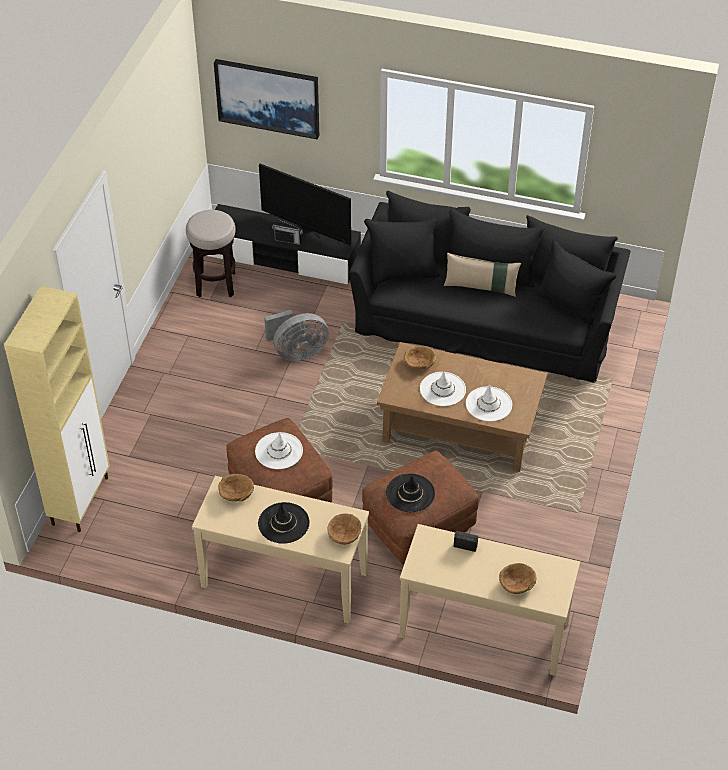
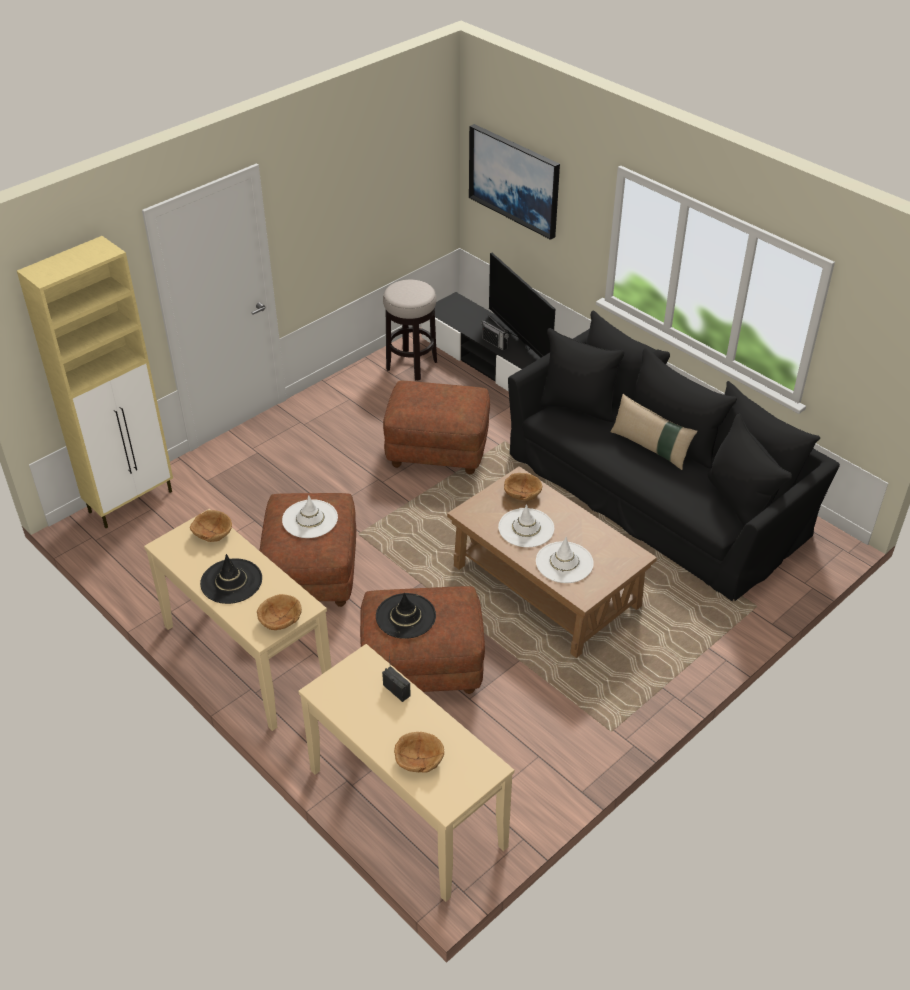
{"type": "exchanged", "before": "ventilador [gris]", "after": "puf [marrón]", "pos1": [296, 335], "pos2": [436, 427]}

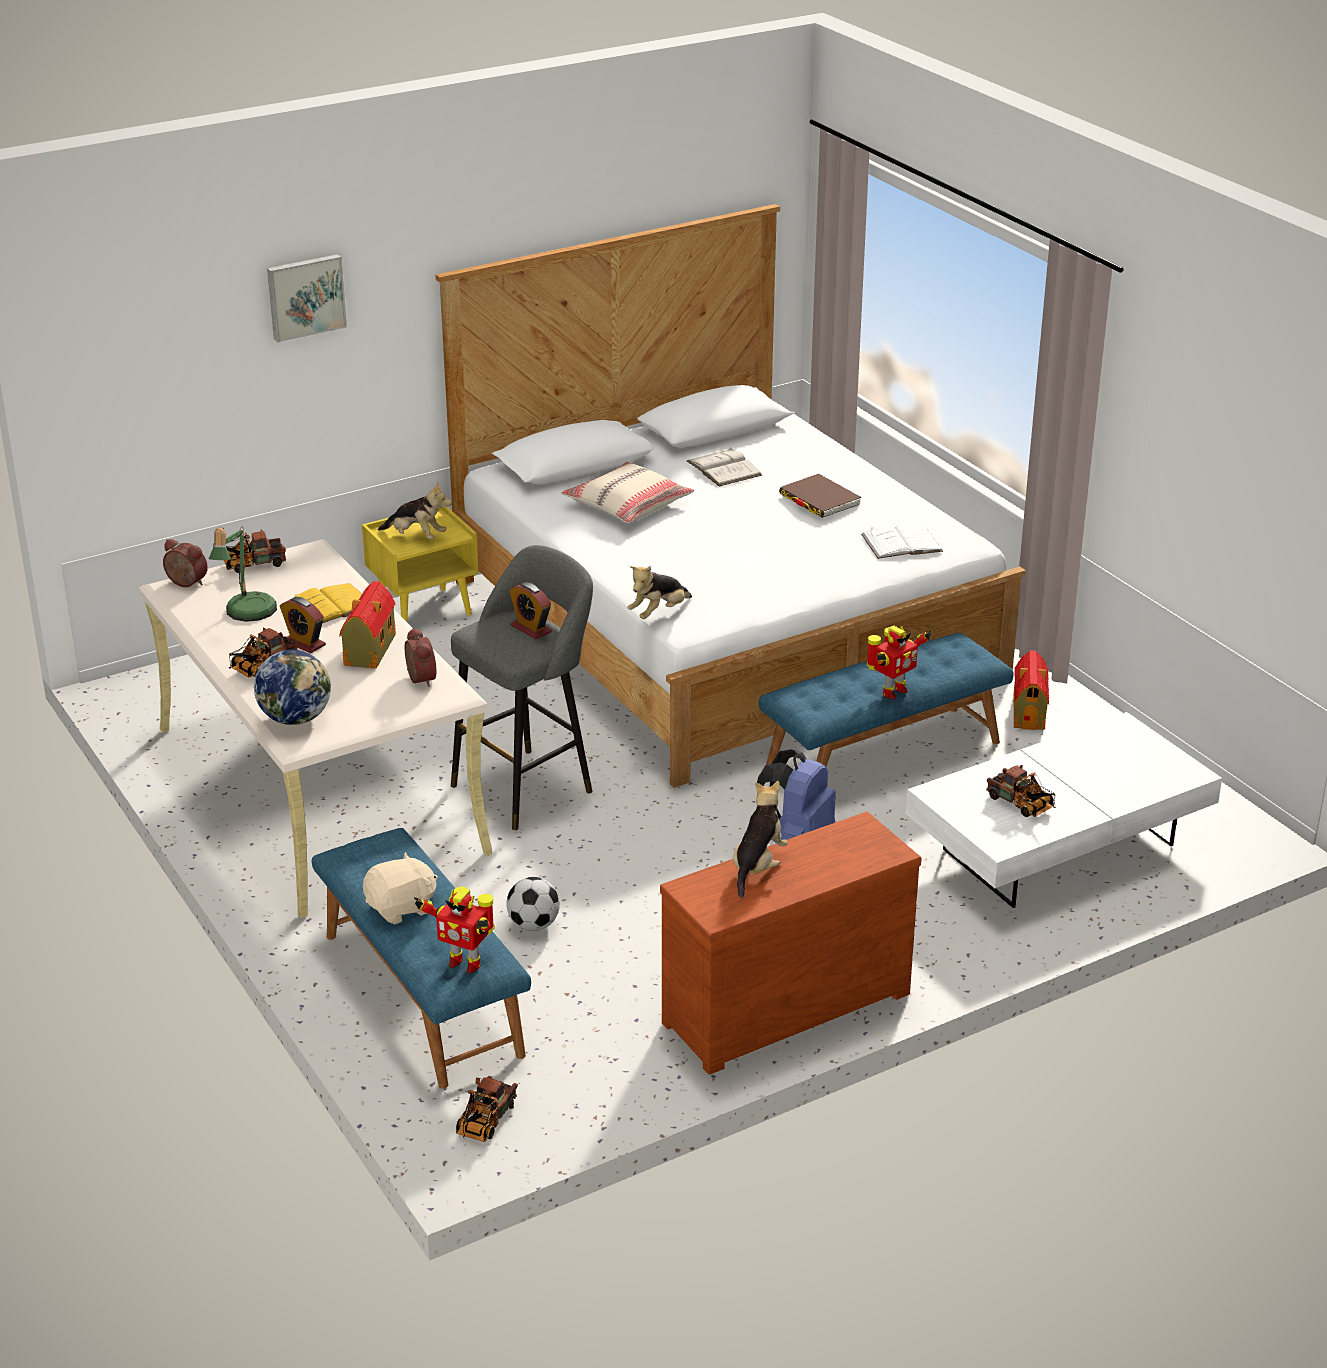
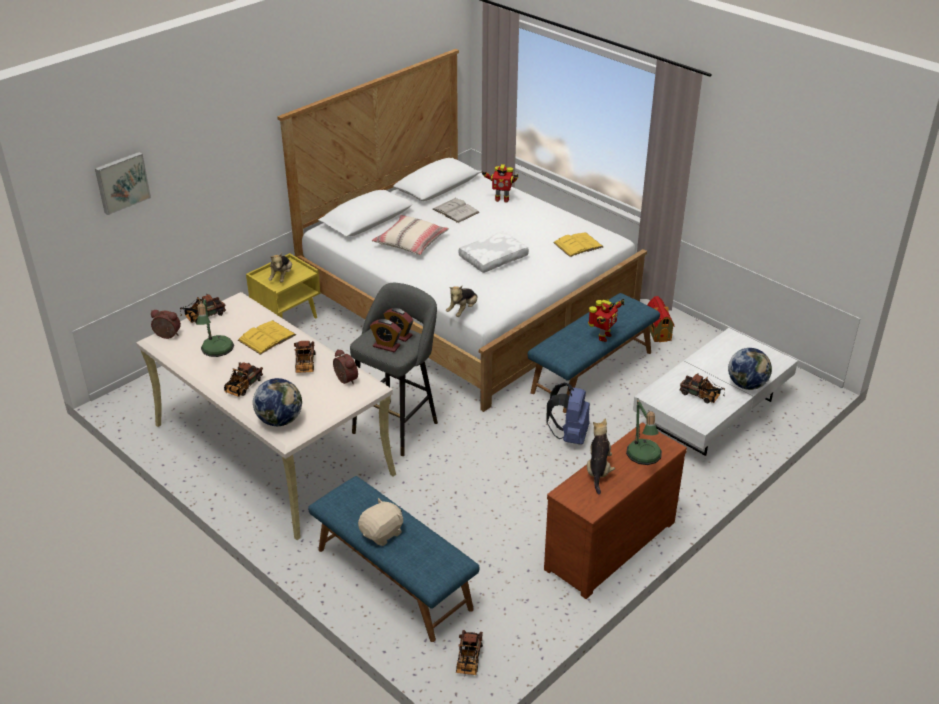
{"type": "relocated", "before": "cuadro", "pos1": [307, 298], "pos2": [123, 183]}
{"type": "relocated", "before": "despertador", "pos1": [303, 625], "pos2": [385, 335]}
{"type": "exchanged", "before": "casita", "after": "camión de juguete", "pos1": [367, 625], "pos2": [305, 357]}
{"type": "spun", "before": "peluche", "pos1": [415, 510], "pos2": [280, 268], "turn": 90}
{"type": "relocated", "before": "robot de juguete", "pos1": [454, 929], "pos2": [499, 183]}
{"type": "missing", "before": "balón de fútbol", "pos1": [533, 904]}
{"type": "missing", "before": "libro [marrón]", "pos1": [820, 496]}
{"type": "colour", "before": "libro [blanco]", "after": "libro [amarillo]", "pos1": [902, 541], "pos2": [578, 244]}
{"type": "appeared", "after": "cojín [blanco]", "pos2": [493, 252]}
{"type": "appeared", "after": "lámpara de mesa", "pos2": [644, 432]}
{"type": "appeared", "after": "globo terráqueo", "pos2": [750, 369]}

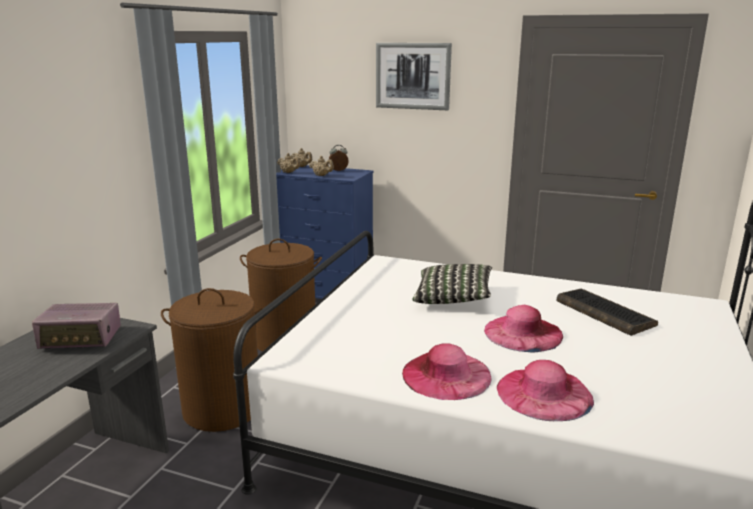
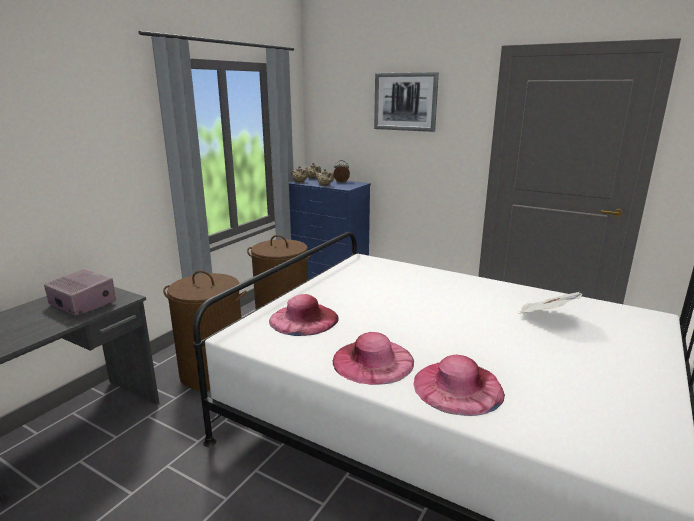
{"type": "spun", "before": "radio", "pos1": [76, 326], "pos2": [80, 292], "turn": -150}
{"type": "missing", "before": "cojín", "pos1": [452, 284]}
{"type": "relocated", "before": "sombrero [rosa]", "pos1": [523, 328], "pos2": [304, 315]}
{"type": "exchanged", "before": "teclado", "after": "periódico", "pos1": [607, 312], "pos2": [550, 303]}

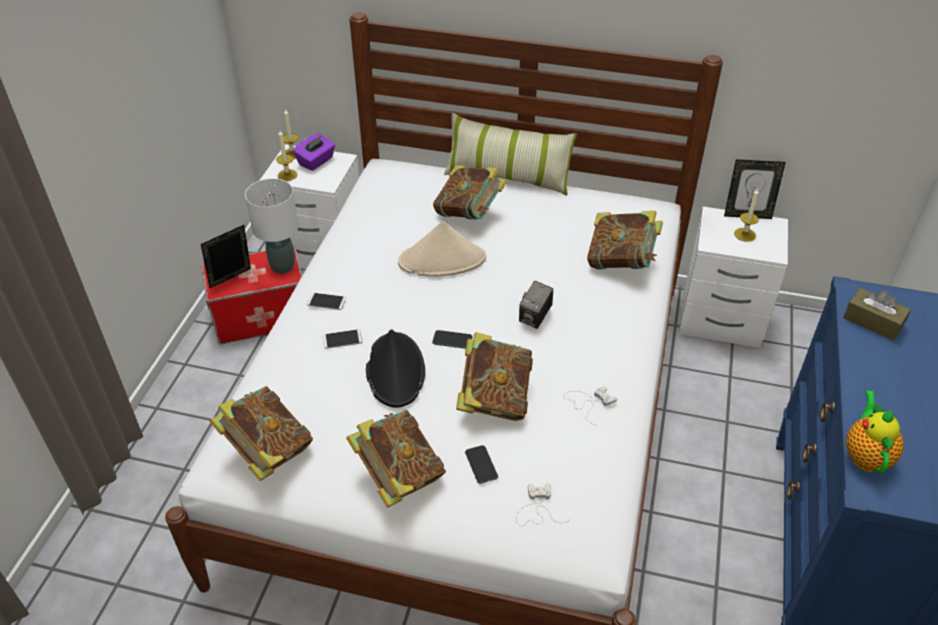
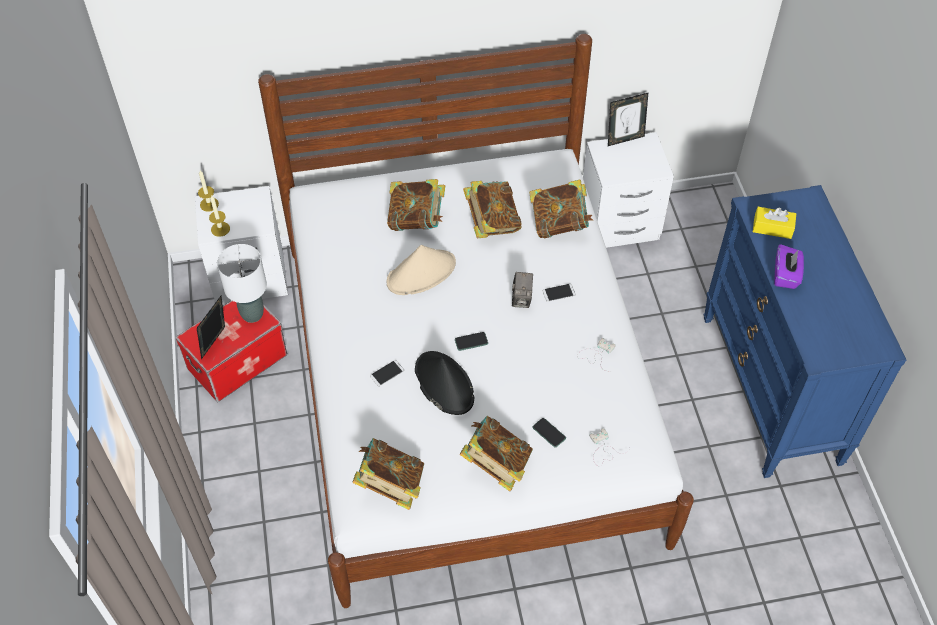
{"type": "relocated", "before": "caja de pañuelos [morado]", "pos1": [314, 152], "pos2": [789, 266]}
{"type": "relocated", "before": "móvil", "pos1": [326, 301], "pos2": [559, 293]}
{"type": "missing", "before": "cojín", "pos1": [510, 154]}
{"type": "relocated", "before": "libro", "pos1": [494, 376], "pos2": [492, 209]}
{"type": "missing", "before": "vela", "pos1": [746, 215]}
{"type": "colour", "before": "caja de pañuelos [marrón]", "after": "caja de pañuelos [amarillo]", "pos1": [877, 314], "pos2": [774, 223]}
{"type": "missing", "before": "tetera", "pos1": [875, 432]}

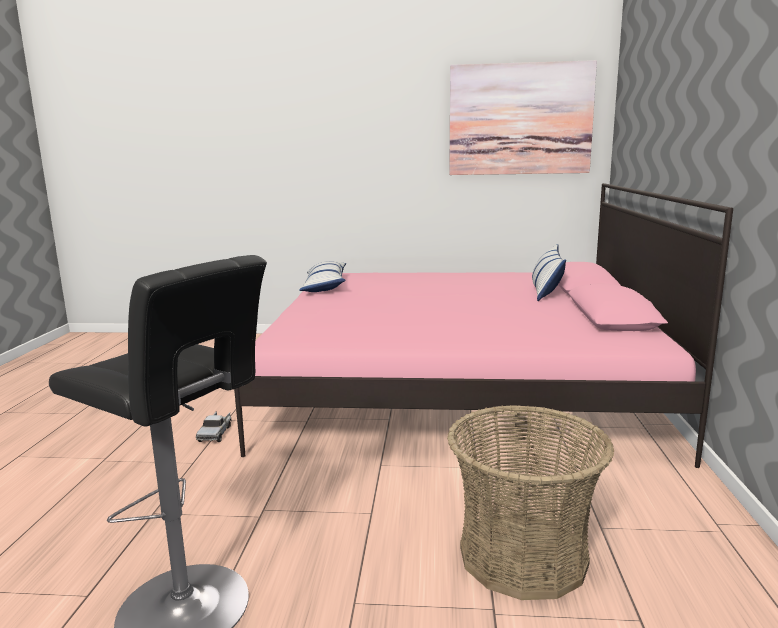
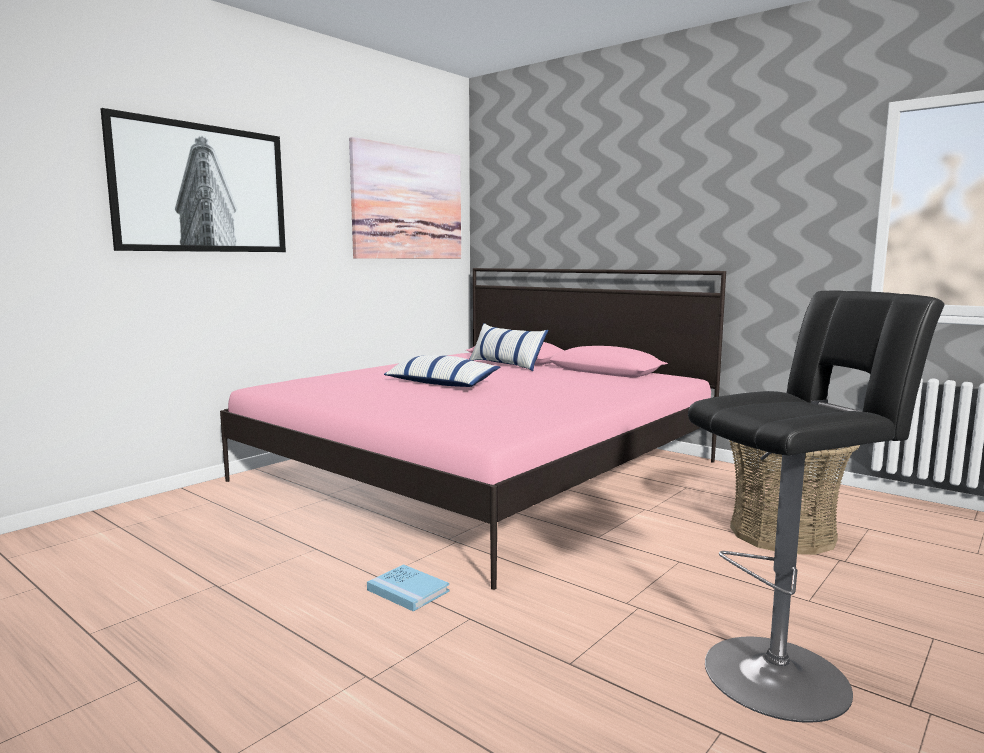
{"type": "exchanged", "before": "camión de juguete", "after": "libro [azul]", "pos1": [213, 427], "pos2": [408, 588]}
{"type": "relocated", "before": "cojín", "pos1": [322, 276], "pos2": [442, 371]}
{"type": "appeared", "after": "cuadro", "pos2": [193, 180]}

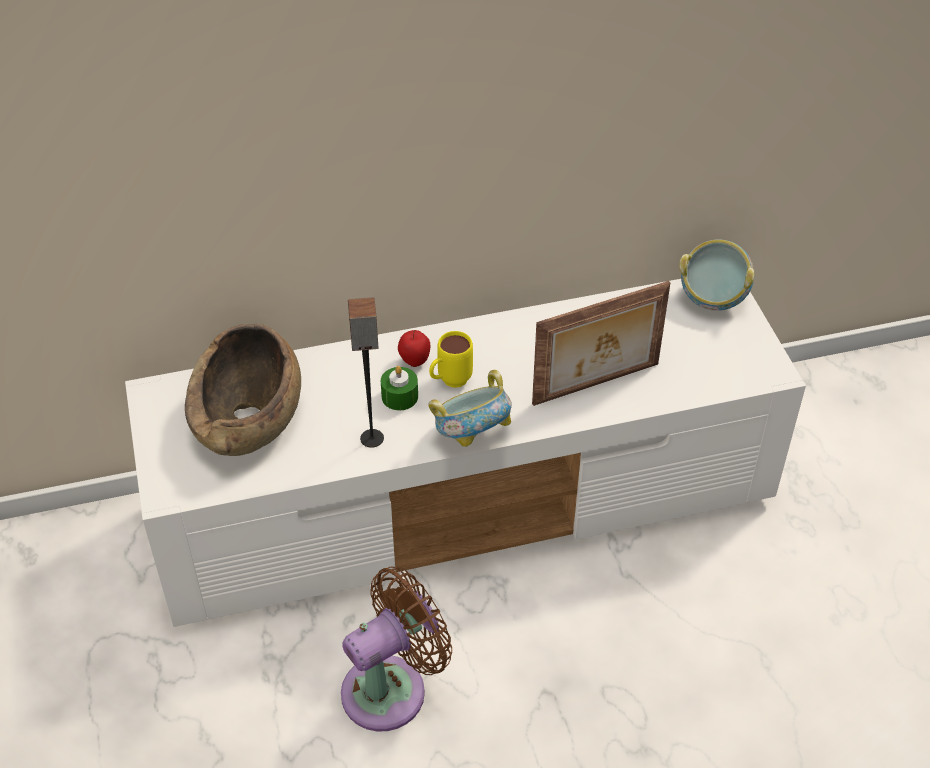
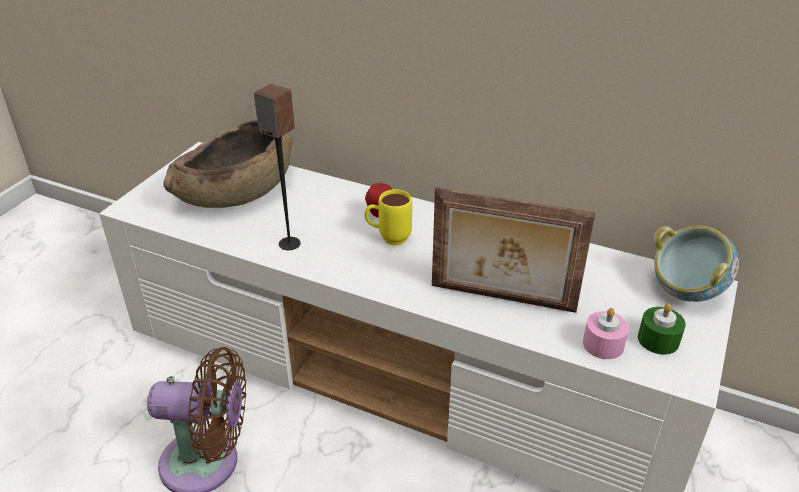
{"type": "relocated", "before": "vela [verde]", "pos1": [399, 388], "pos2": [662, 329]}
{"type": "missing", "before": "cuenco", "pos1": [470, 408]}
{"type": "appeared", "after": "vela [rosa]", "pos2": [606, 333]}

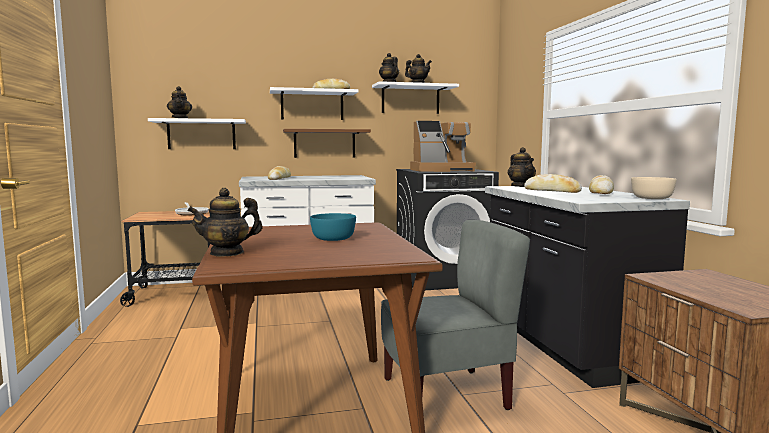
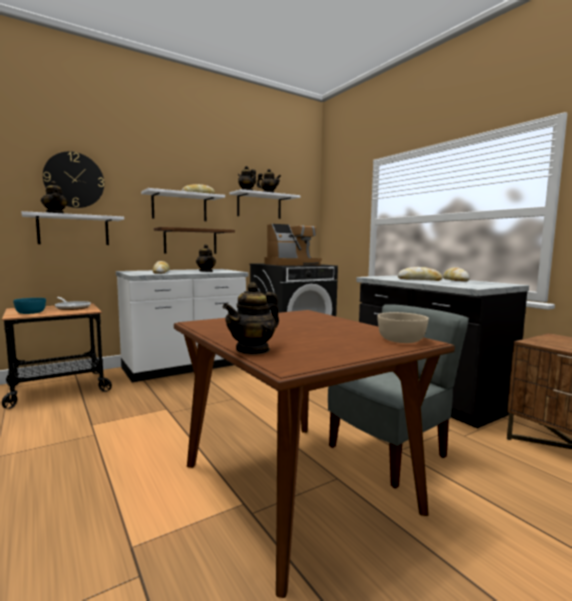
{"type": "relocated", "before": "cuenco [turquesa]", "pos1": [333, 227], "pos2": [29, 306]}
{"type": "relocated", "before": "tetera", "pos1": [522, 167], "pos2": [206, 258]}
{"type": "relocated", "before": "cuenco [beis]", "pos1": [654, 188], "pos2": [403, 327]}
{"type": "appeared", "after": "reloj de pared", "pos2": [73, 179]}

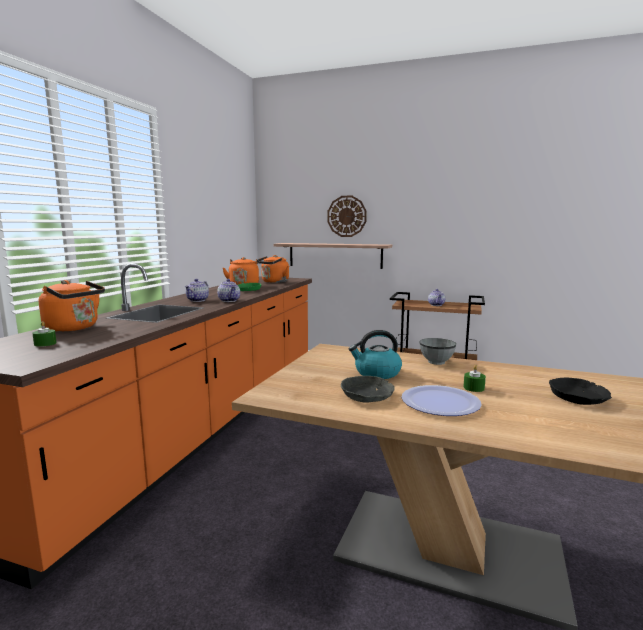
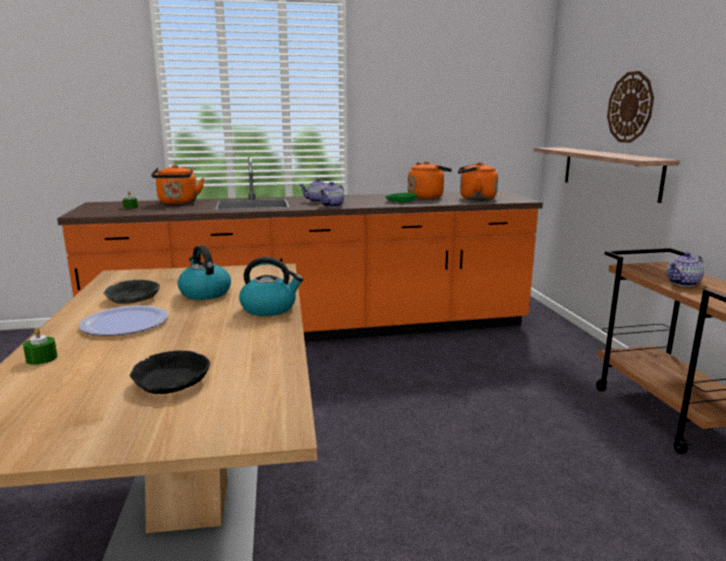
{"type": "exchanged", "before": "cuenco [gris]", "after": "hervidor", "pos1": [437, 351], "pos2": [271, 286]}
{"type": "relocated", "before": "vela [verde]", "pos1": [475, 378], "pos2": [40, 346]}

